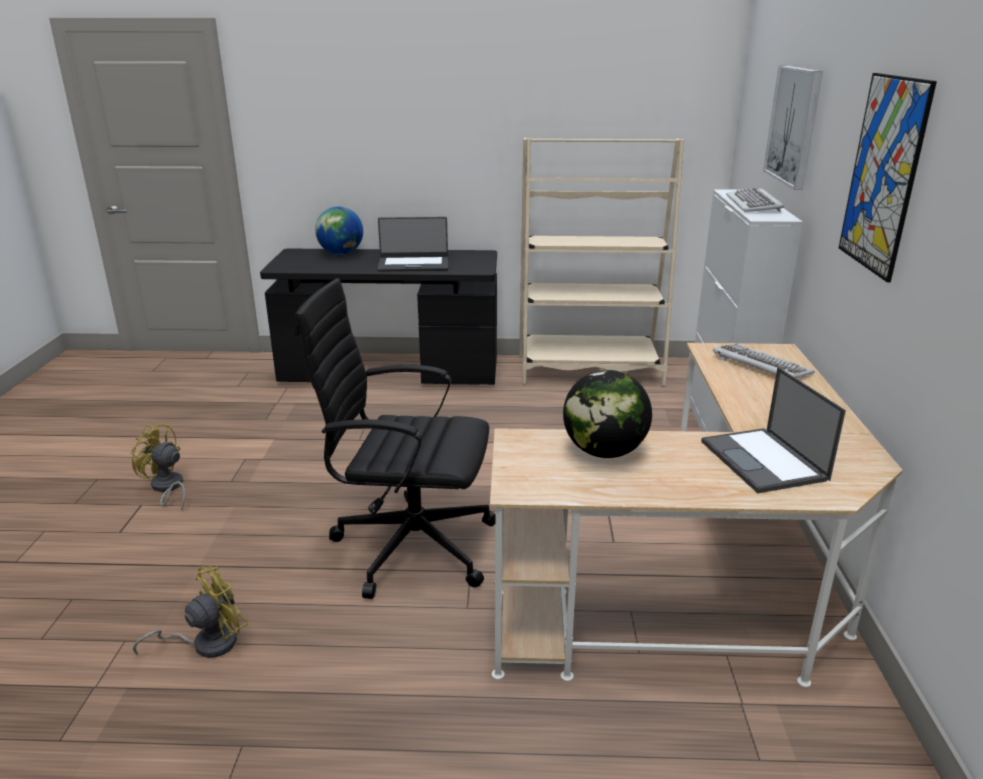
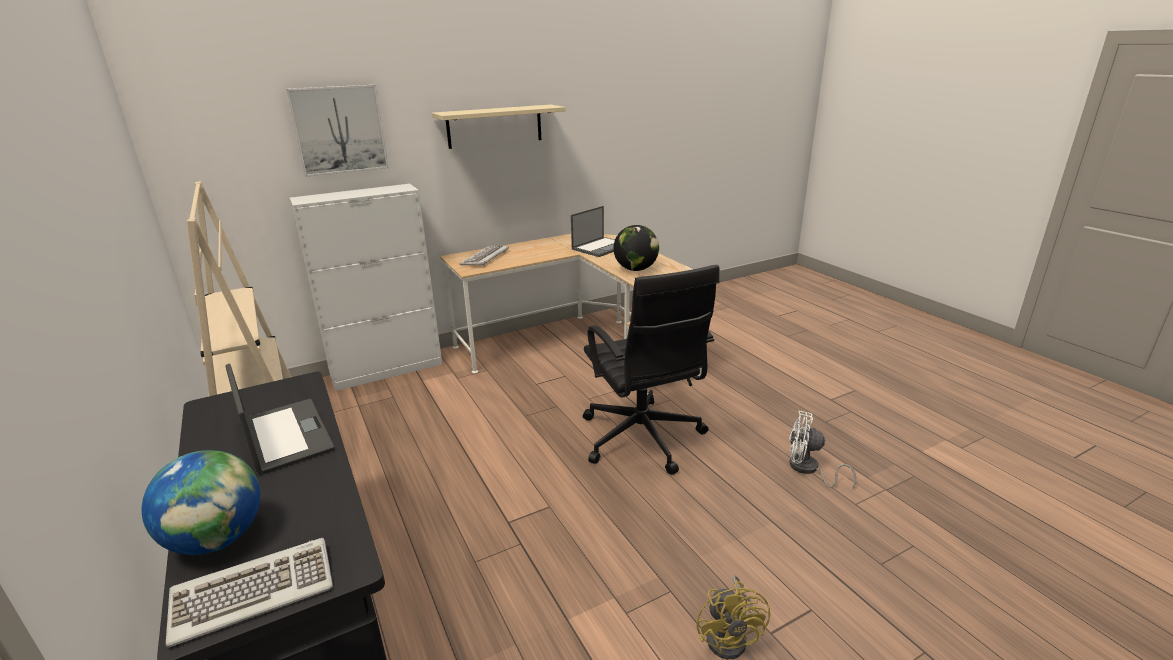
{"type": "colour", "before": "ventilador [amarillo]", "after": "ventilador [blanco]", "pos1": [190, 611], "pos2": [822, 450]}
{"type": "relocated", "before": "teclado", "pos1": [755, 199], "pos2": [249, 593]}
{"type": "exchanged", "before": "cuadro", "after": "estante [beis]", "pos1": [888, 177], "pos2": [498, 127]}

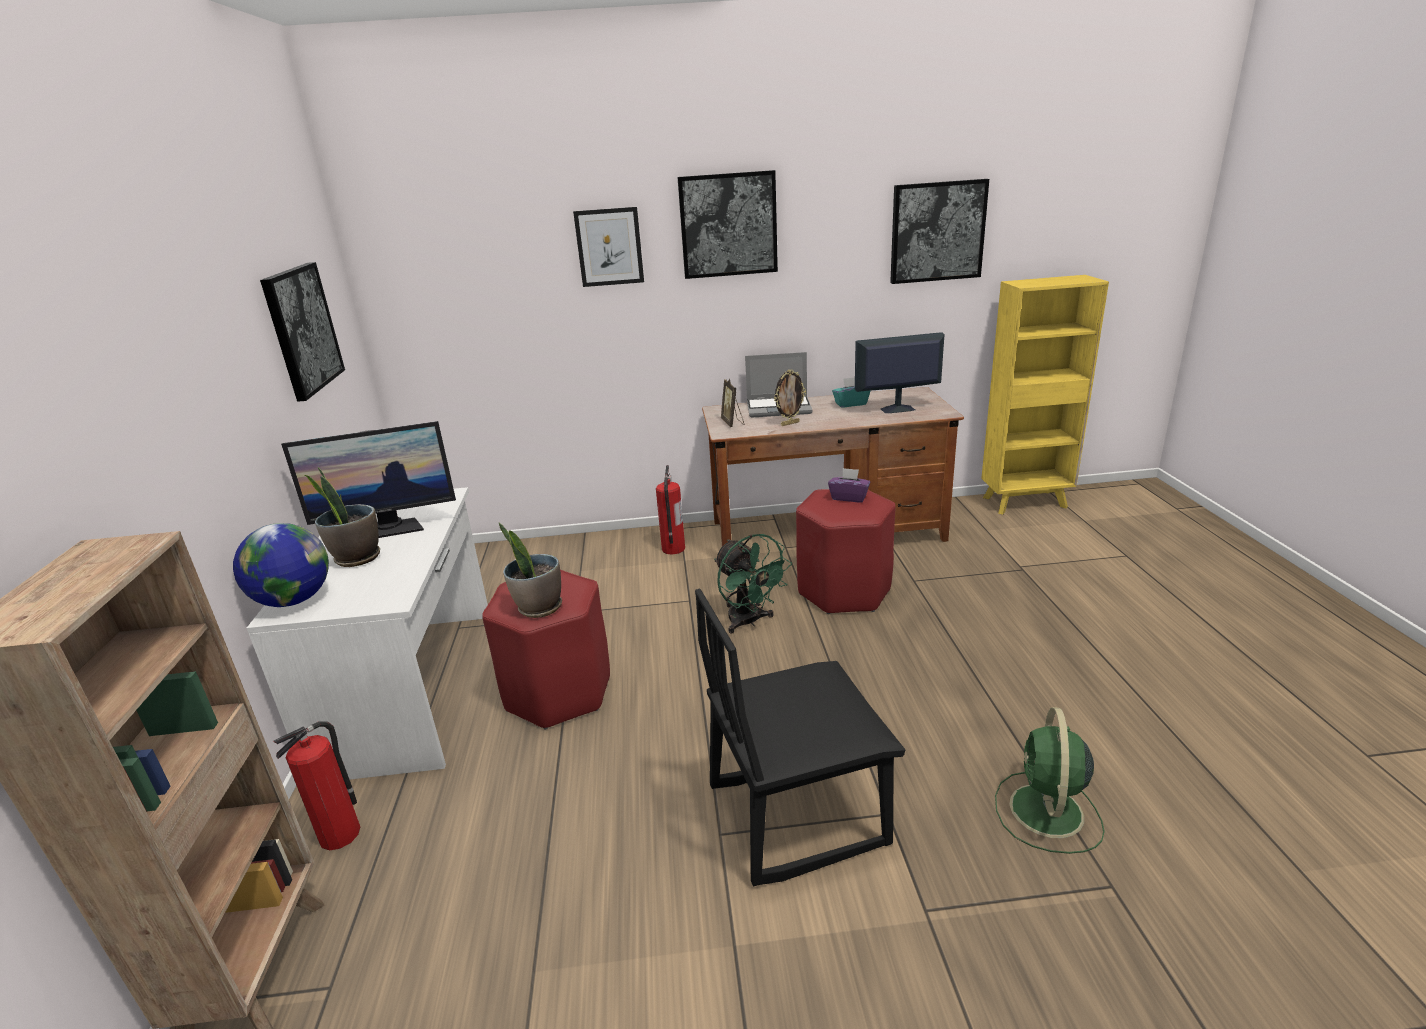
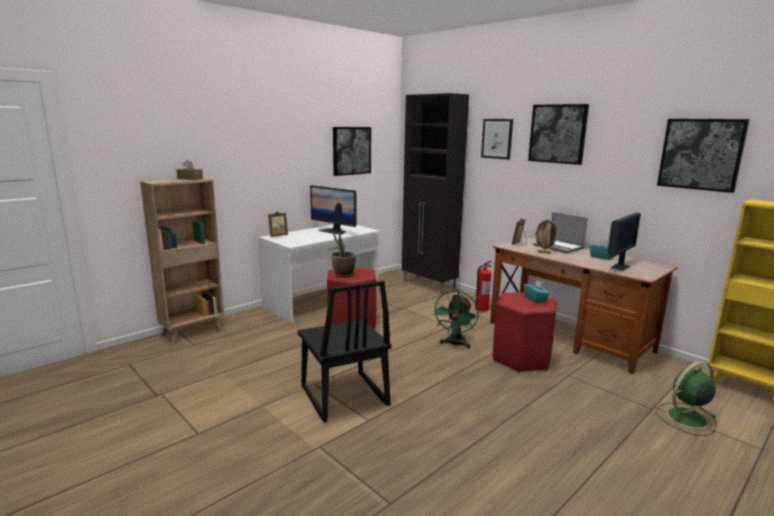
{"type": "exchanged", "before": "globo terráqueo", "after": "portarretratos", "pos1": [281, 565], "pos2": [278, 224]}
{"type": "missing", "before": "extintor", "pos1": [317, 785]}
{"type": "missing", "before": "planta en maceta", "pos1": [342, 517]}
{"type": "spun", "before": "silla [negro]", "pos1": [800, 737], "pos2": [344, 351], "turn": -150}
{"type": "colour", "before": "caja de pañuelos [morado]", "after": "caja de pañuelos [turquesa]", "pos1": [849, 485], "pos2": [536, 291]}
{"type": "spun", "before": "monitor", "pos1": [900, 372], "pos2": [624, 241], "turn": 90}
{"type": "relocated", "before": "ventilador [verde]", "pos1": [1050, 780], "pos2": [686, 398]}
{"type": "appeared", "after": "caja de pañuelos [marrón]", "pos2": [189, 170]}
{"type": "appeared", "after": "armario [negro]", "pos2": [435, 193]}

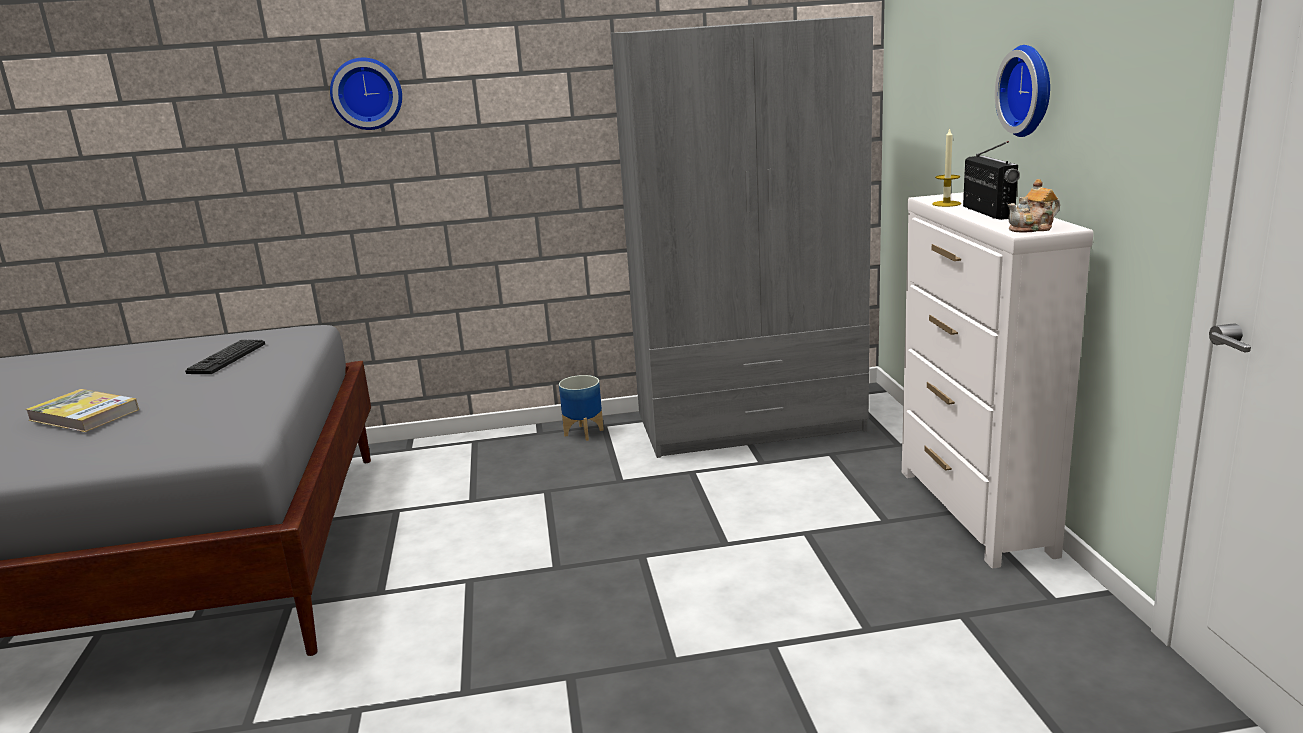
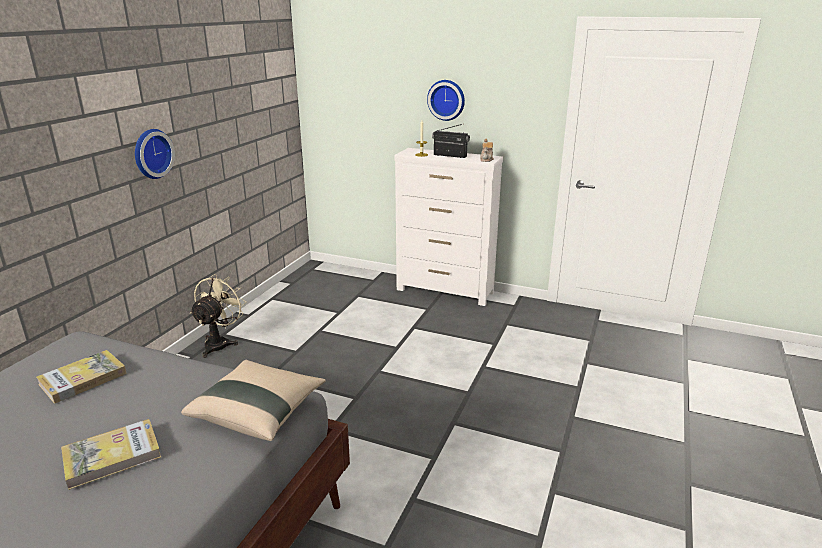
{"type": "exchanged", "before": "teclado", "after": "libro", "pos1": [225, 357], "pos2": [81, 377]}
{"type": "relocated", "before": "reloj de pared", "pos1": [366, 94], "pos2": [155, 154]}
{"type": "exchanged", "before": "maceta", "after": "ventilador [beis]", "pos1": [581, 408], "pos2": [218, 316]}
{"type": "missing", "before": "armario ropero [gris]", "pos1": [742, 236]}
{"type": "appeared", "after": "cojín [beis]", "pos2": [253, 400]}

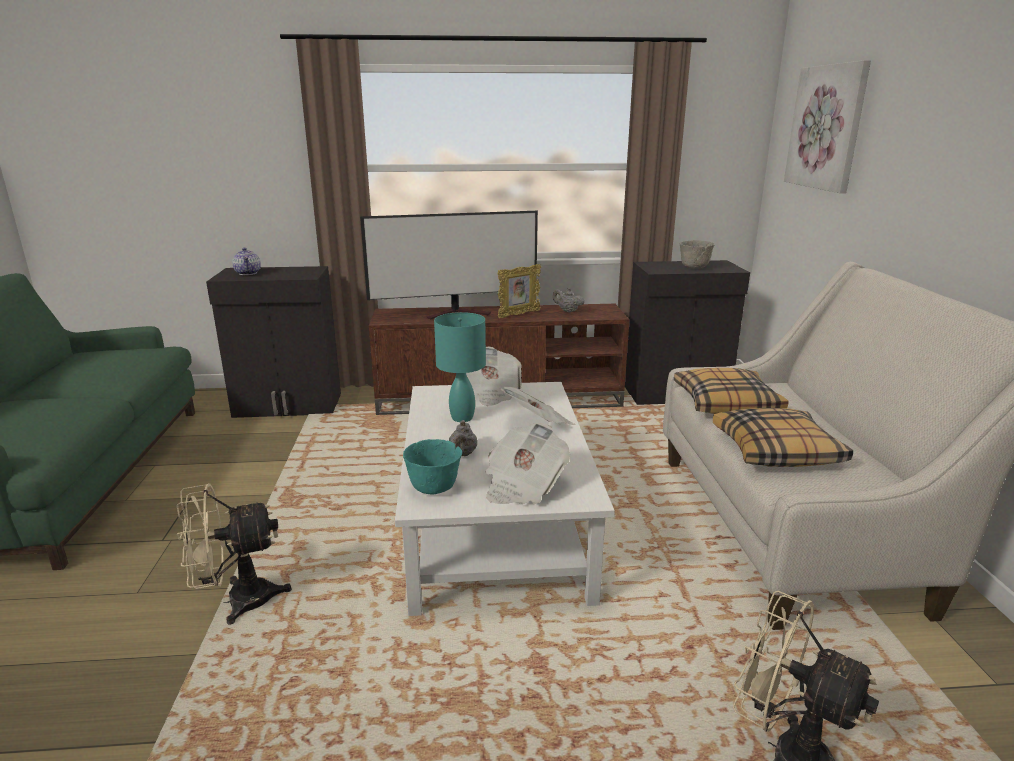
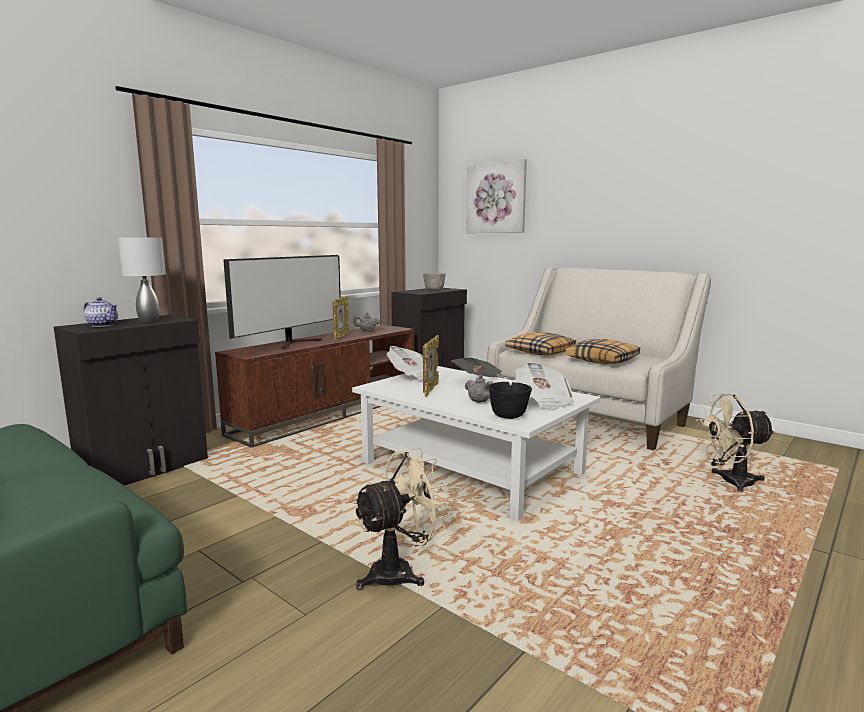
{"type": "spun", "before": "ventilador [beis]", "pos1": [234, 554], "pos2": [403, 519], "turn": -150}
{"type": "colour", "before": "cuenco [turquesa]", "after": "cuenco [negro]", "pos1": [432, 466], "pos2": [510, 400]}
{"type": "exchanged", "before": "lámpara de mesa [turquesa]", "after": "portarretratos", "pos1": [460, 367], "pos2": [431, 366]}
{"type": "appeared", "after": "lámpara de mesa [gris]", "pos2": [142, 279]}

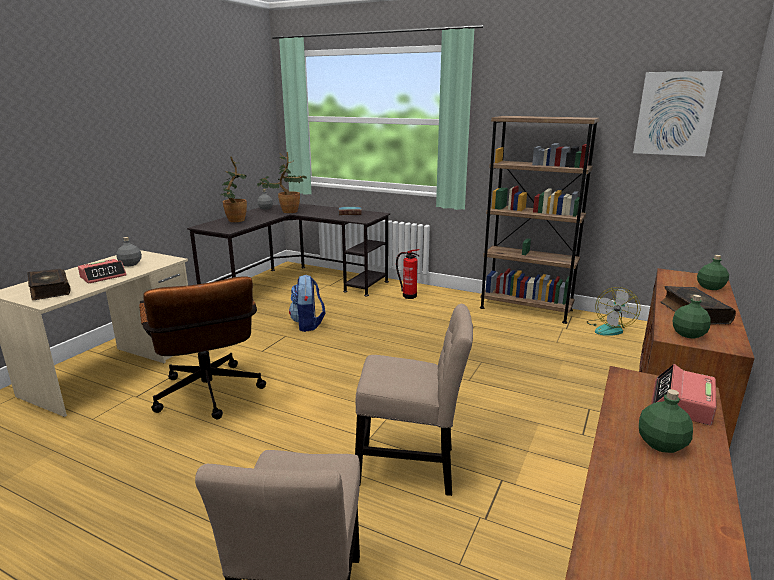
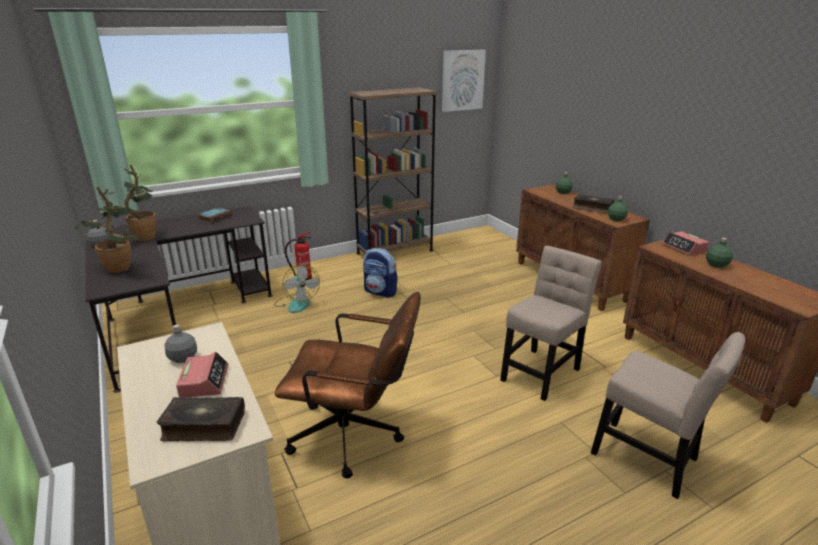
{"type": "relocated", "before": "mochila", "pos1": [307, 303], "pos2": [380, 273]}
{"type": "relocated", "before": "ventilador", "pos1": [614, 311], "pos2": [297, 288]}

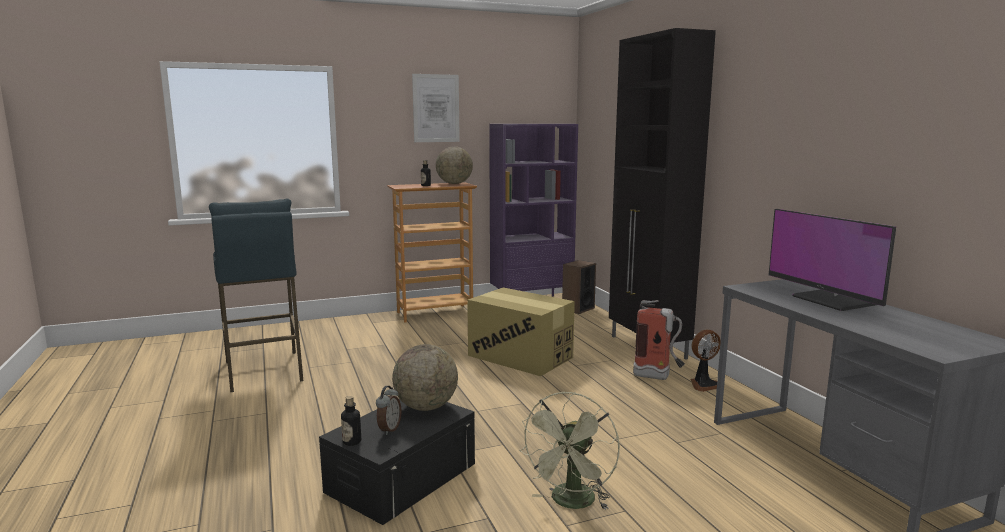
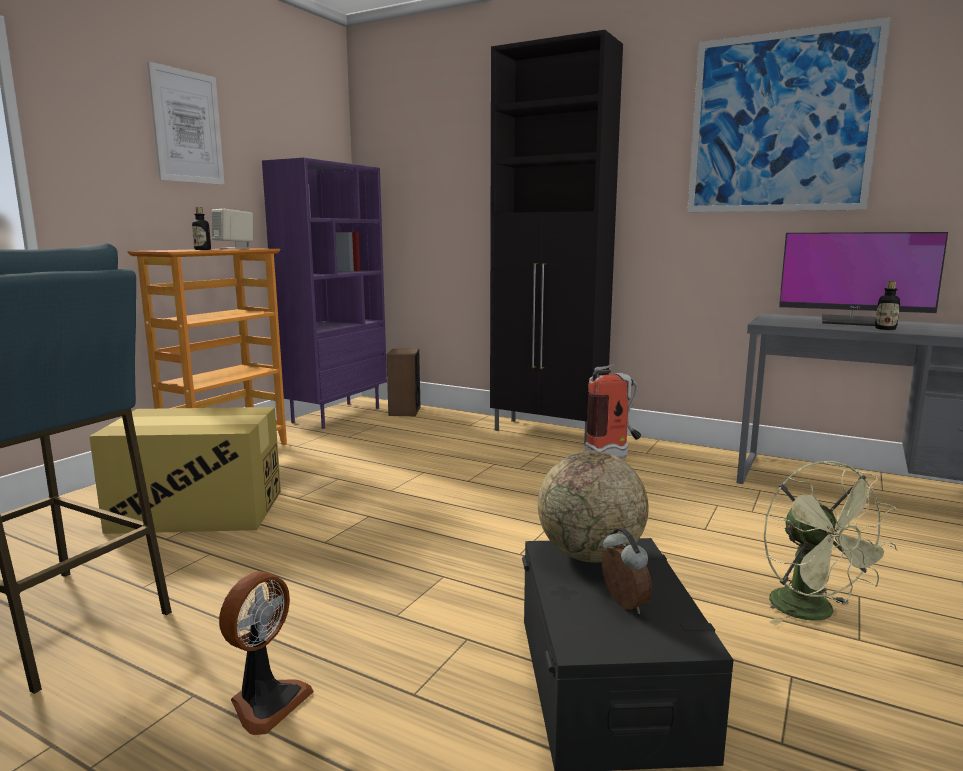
{"type": "relocated", "before": "botella", "pos1": [351, 421], "pos2": [887, 305]}
{"type": "exchanged", "before": "globo terráqueo", "after": "altavoz [beis]", "pos1": [454, 165], "pos2": [232, 229]}
{"type": "relocated", "before": "caja de cartón", "pos1": [521, 332], "pos2": [185, 470]}
{"type": "relocated", "before": "ventilador", "pos1": [706, 361], "pos2": [266, 653]}
{"type": "appeared", "after": "cuadro", "pos2": [789, 114]}

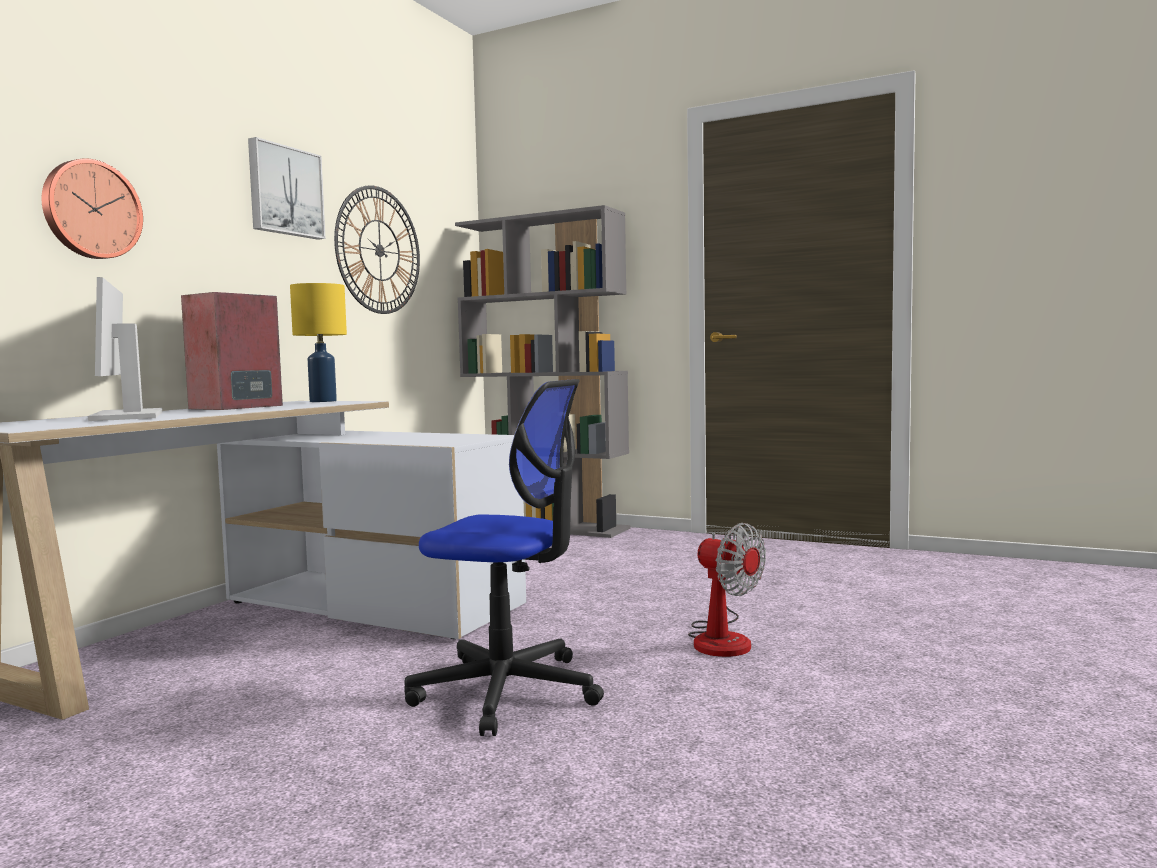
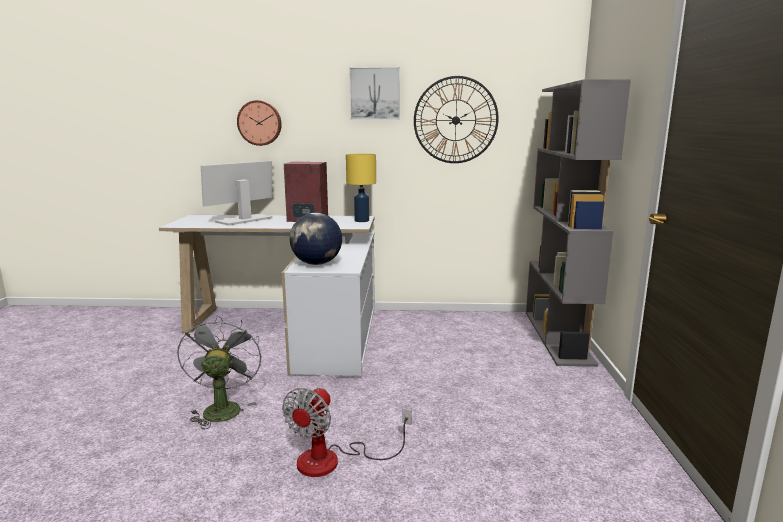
{"type": "exchanged", "before": "silla de oficina", "after": "ventilador [gris]", "pos1": [504, 557], "pos2": [219, 372]}
{"type": "appeared", "after": "globo terráqueo", "pos2": [316, 239]}

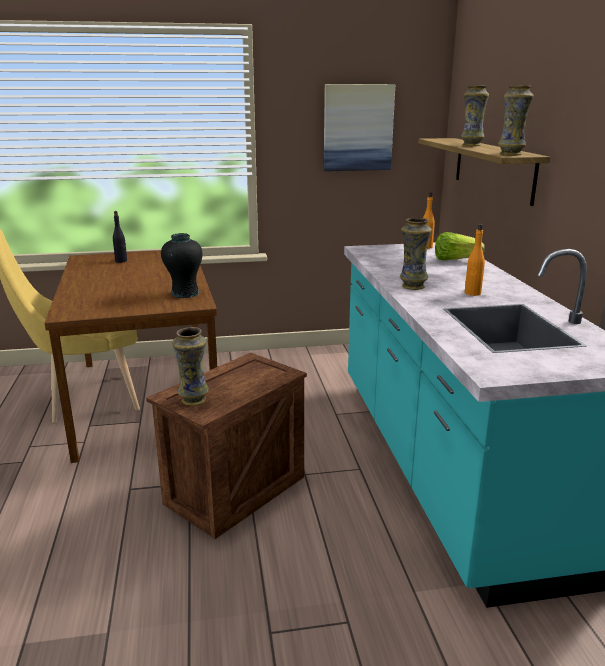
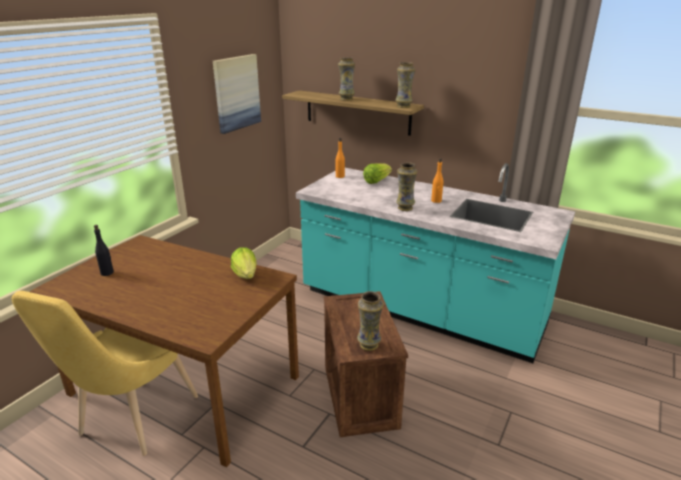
{"type": "exchanged", "before": "florero [negro]", "after": "lechuga", "pos1": [182, 265], "pos2": [244, 263]}

